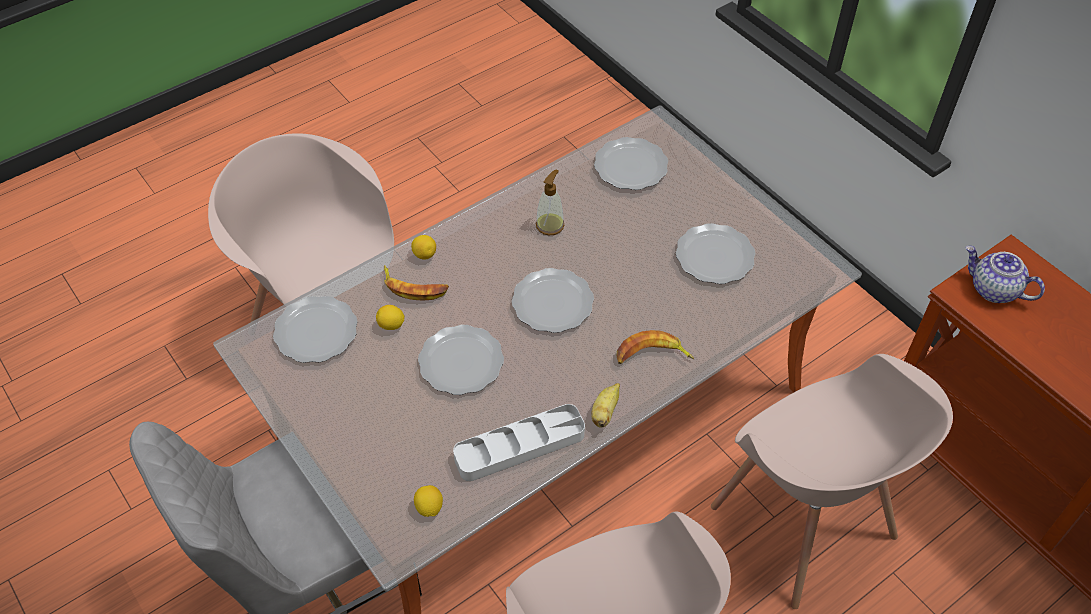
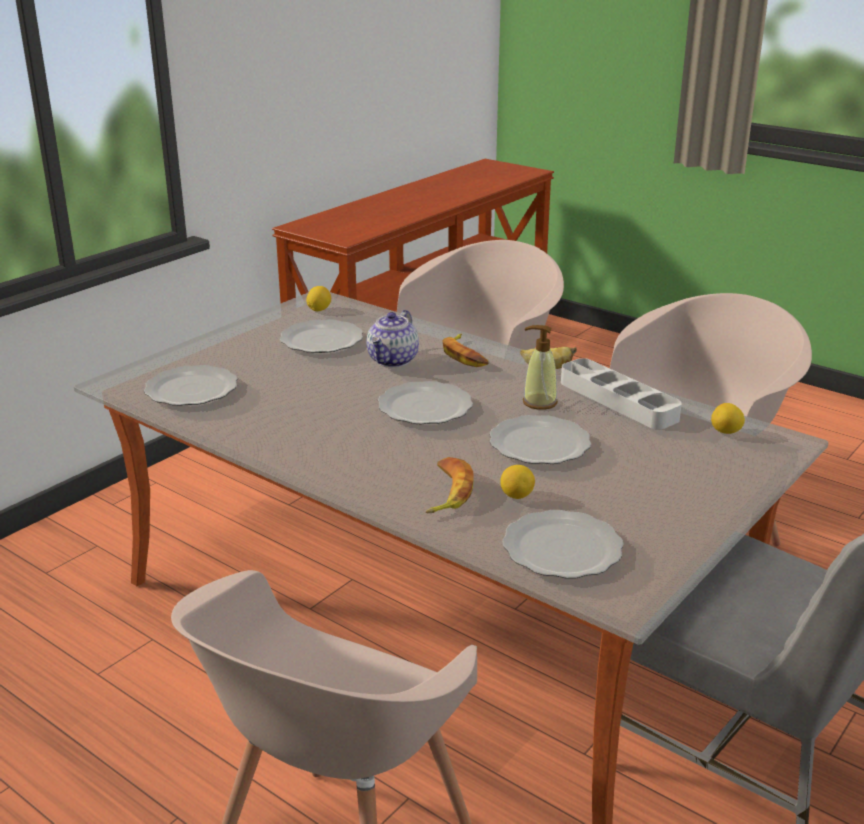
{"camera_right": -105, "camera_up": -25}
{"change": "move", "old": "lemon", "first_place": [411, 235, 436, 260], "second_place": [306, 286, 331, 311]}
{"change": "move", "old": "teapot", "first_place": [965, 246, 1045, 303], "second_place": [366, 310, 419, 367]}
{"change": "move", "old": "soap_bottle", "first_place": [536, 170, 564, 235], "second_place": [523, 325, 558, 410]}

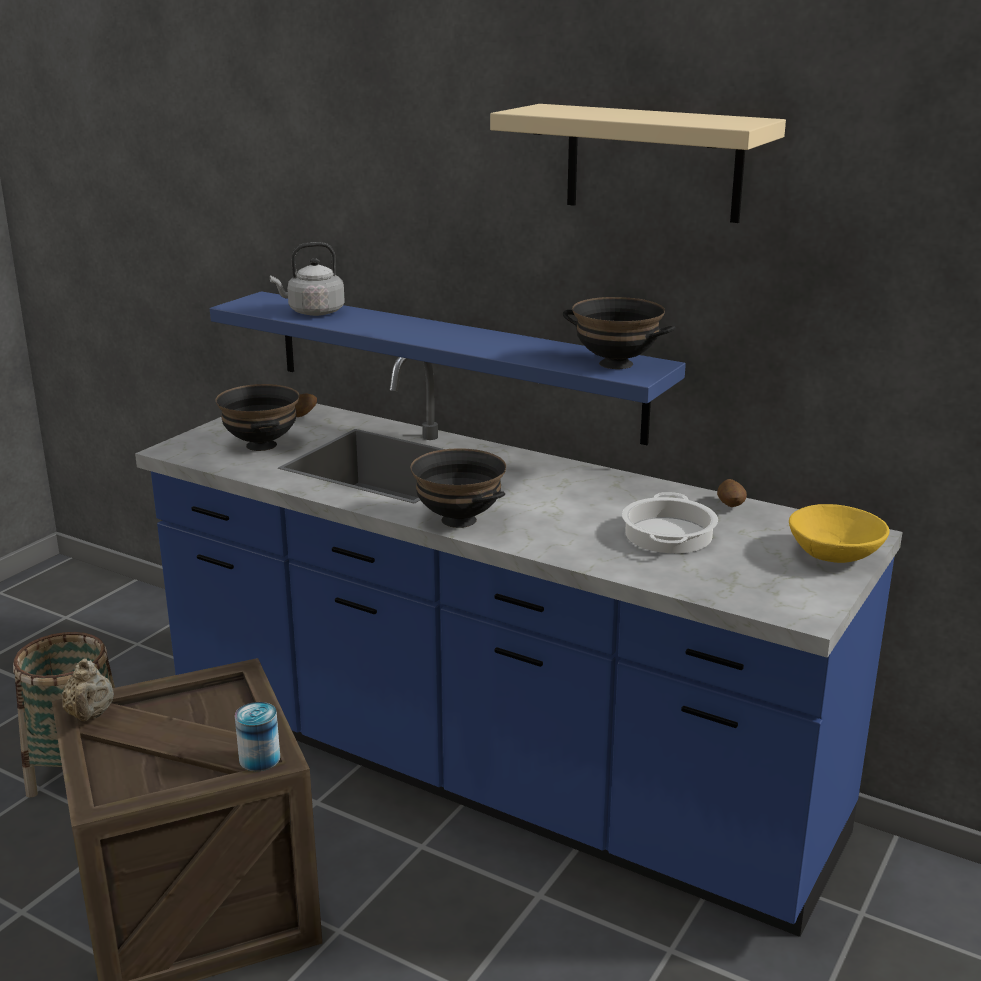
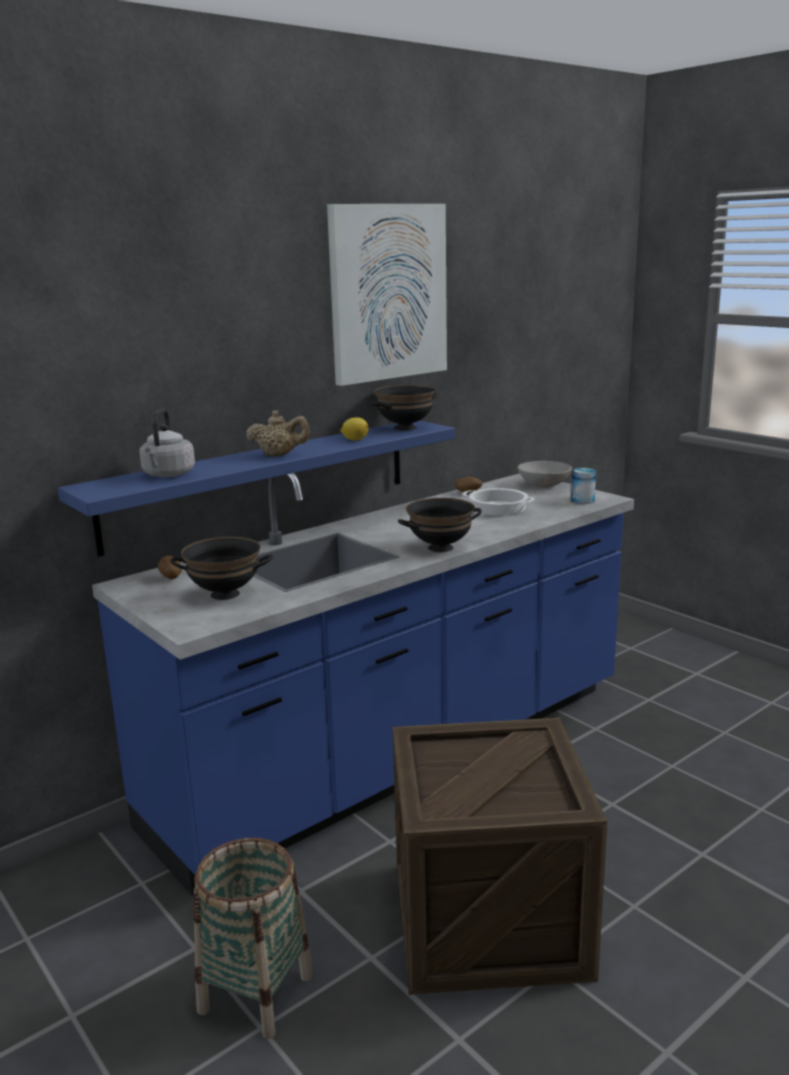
{"camera_right": -70, "camera_up": -5}
{"change": "move", "old": "beige-coloured_teapot", "first_place": [62, 658, 114, 721], "second_place": [246, 410, 310, 457]}
{"change": "replace", "old": "beige-coloured_wall_shelf", "new": "wall_picture", "first_place": [490, 104, 786, 223], "second_place": [327, 204, 447, 386]}
{"change": "insert", "new": "lemon", "second_place": [341, 417, 369, 440]}
{"change": "recolor", "old": "yellowish_deep_dish", "new": "gray_deep_dish", "first_place": [789, 504, 889, 563], "second_place": [517, 461, 572, 488]}
{"change": "move", "old": "can", "first_place": [235, 702, 280, 771], "second_place": [571, 468, 596, 504]}

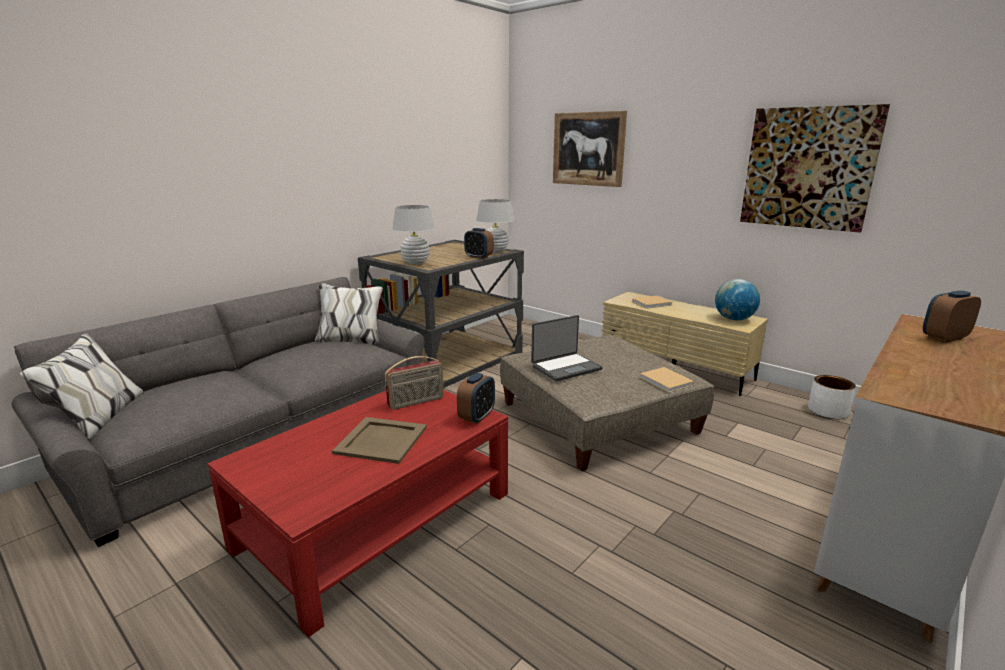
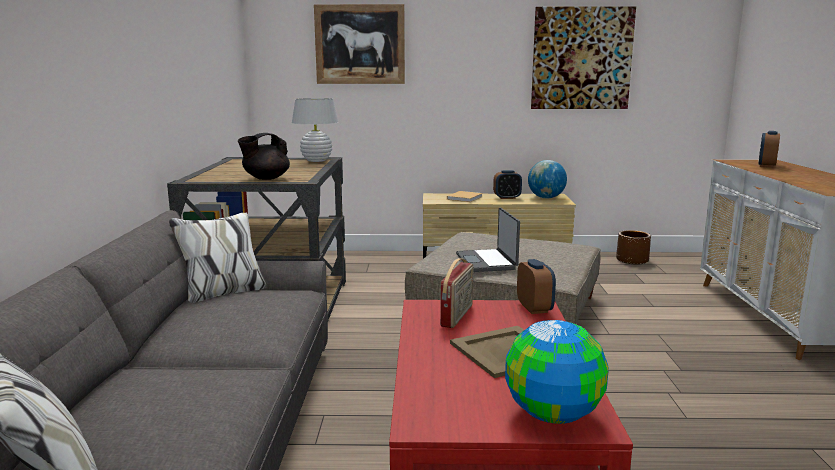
{"camera_right": -40, "camera_up": -5}
{"change": "replace", "old": "white-coloured_tabletop_lamp", "new": "blackish_teapot", "first_place": [392, 205, 435, 264], "second_place": [238, 133, 290, 180]}
{"change": "rotate", "old": "notebook_computer", "first_place": [531, 315, 603, 381], "second_place": [456, 207, 520, 272], "degrees": 150}
{"change": "move", "old": "alarm_clock", "first_place": [464, 228, 493, 259], "second_place": [493, 170, 522, 199]}
{"change": "insert", "new": "globe", "second_place": [505, 320, 609, 424]}
{"change": "recolor", "old": "white-coloured_flower_pot", "new": "brownish_flower_pot", "first_place": [808, 375, 856, 419], "second_place": [616, 230, 651, 265]}
{"change": "delete", "old": "beige-coloured_volume", "first_place": [640, 367, 694, 393]}

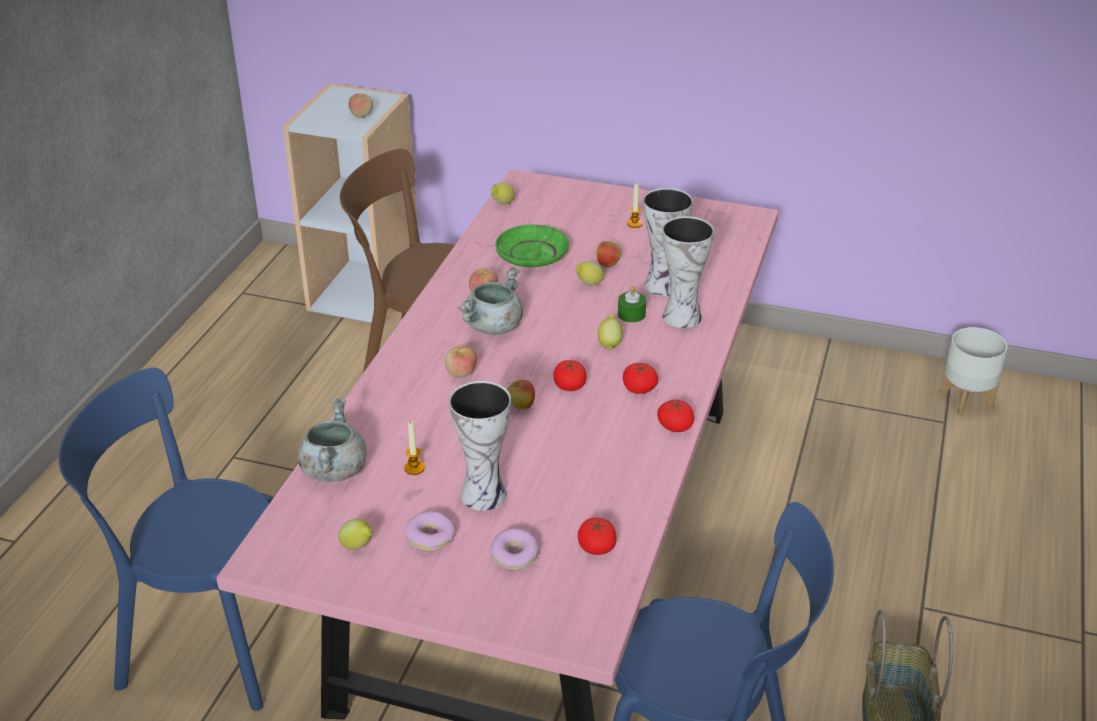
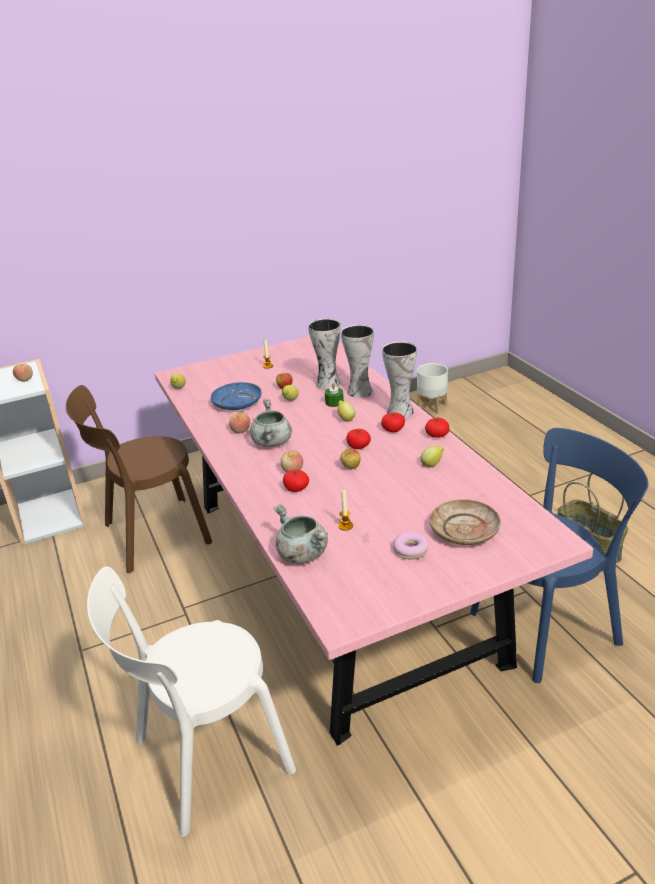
{"camera_right": -40, "camera_up": -5}
{"change": "recolor", "old": "blue-coloured_plain_chair", "new": "white-coloured_plain_chair", "first_place": [59, 368, 274, 711], "second_place": [87, 566, 296, 837]}
{"change": "recolor", "old": "green_dinner_plate", "new": "blue-coloured_dinner_plate", "first_place": [495, 225, 569, 267], "second_place": [211, 382, 262, 410]}
{"change": "move", "old": "tomato", "first_place": [578, 517, 617, 555], "second_place": [283, 469, 309, 492]}
{"change": "move", "old": "flower_vase", "first_place": [449, 381, 511, 511], "second_place": [382, 342, 417, 418]}
{"change": "move", "old": "lemon", "first_place": [338, 519, 373, 550], "second_place": [420, 446, 444, 467]}
{"change": "replace", "old": "ring_doughnut", "new": "beige-coloured_dinner_plate", "first_place": [491, 528, 539, 570], "second_place": [430, 499, 501, 545]}

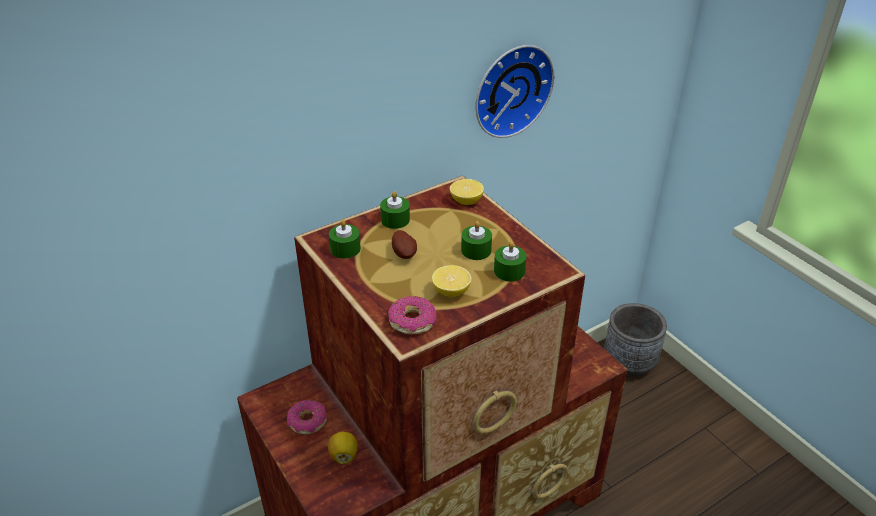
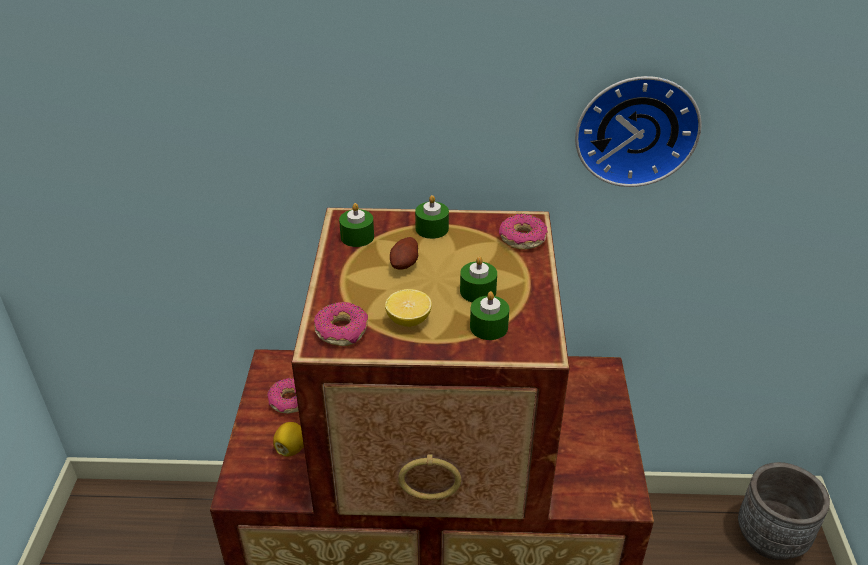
{"camera_right": 35, "camera_up": 0}
{"change": "replace", "old": "lemon", "new": "ring_doughnut", "first_place": [450, 179, 484, 205], "second_place": [499, 214, 548, 250]}

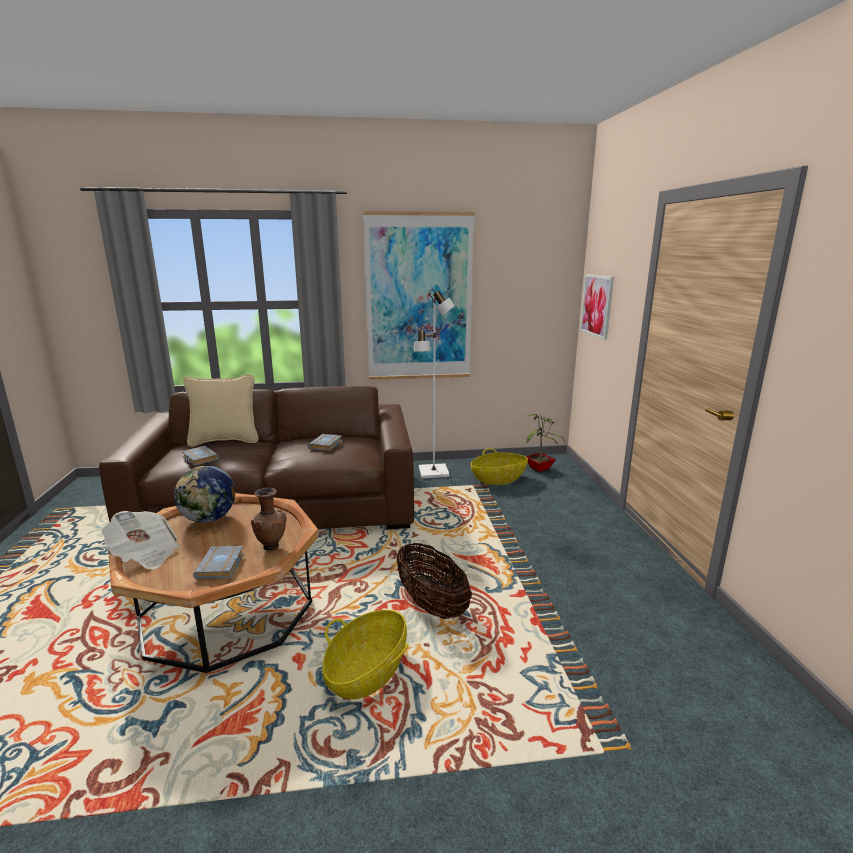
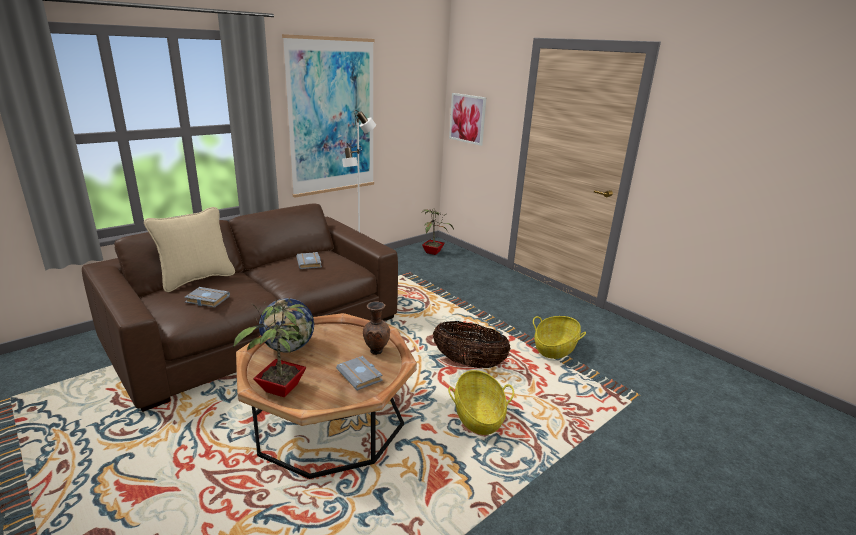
{"camera_right": -35, "camera_up": 5}
{"change": "replace", "old": "newspaper", "new": "potted_plant", "first_place": [102, 511, 180, 570], "second_place": [233, 298, 306, 397]}
{"change": "move", "old": "storage_basket", "first_place": [471, 448, 528, 485], "second_place": [533, 316, 586, 359]}

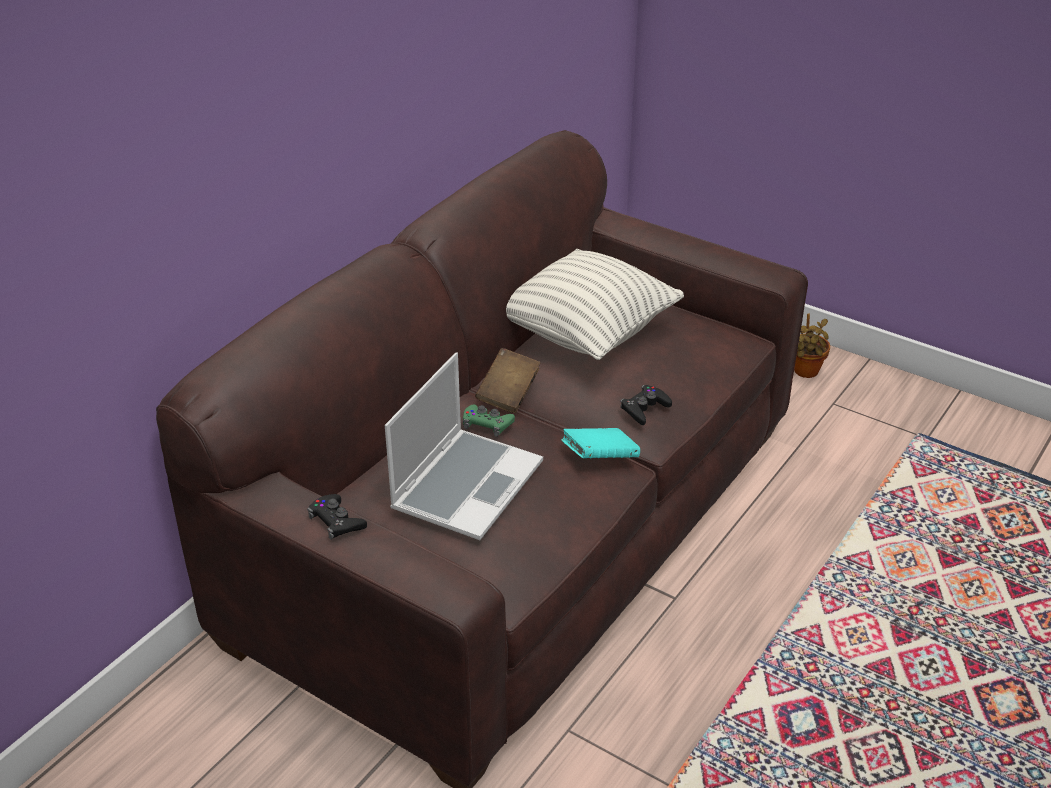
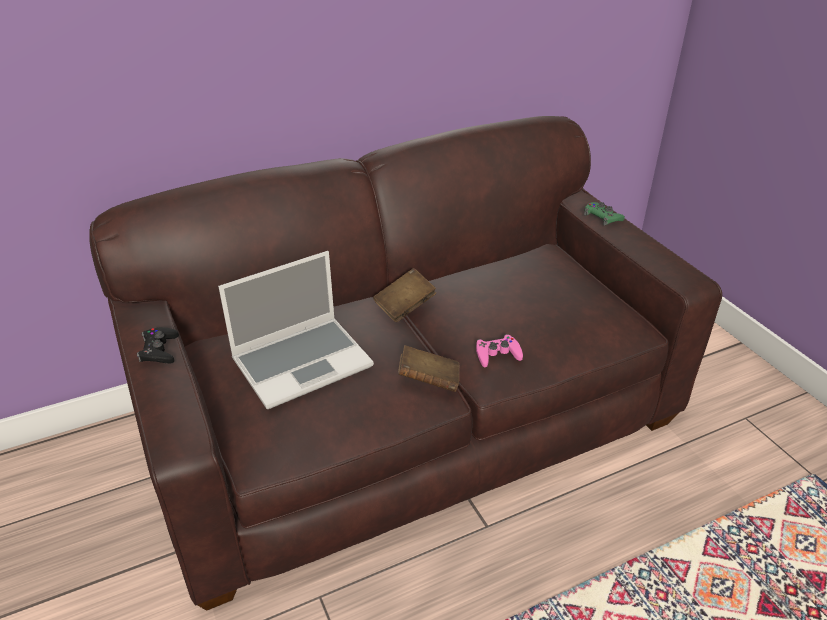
{"camera_right": 30, "camera_up": 0}
{"change": "recolor", "old": "turquoise_volume", "new": "brownish_volume", "first_place": [561, 428, 640, 458], "second_place": [398, 345, 459, 392]}
{"change": "recolor", "old": "blackish_gamepad", "new": "pinkish_gamepad", "first_place": [621, 385, 672, 425], "second_place": [476, 334, 523, 367]}
{"change": "move", "old": "green_gamepad", "first_place": [463, 405, 515, 437], "second_place": [584, 202, 625, 226]}
{"change": "delete", "old": "pillow", "first_place": [506, 249, 684, 360]}
{"change": "delete", "old": "potted_plant", "first_place": [794, 313, 830, 378]}

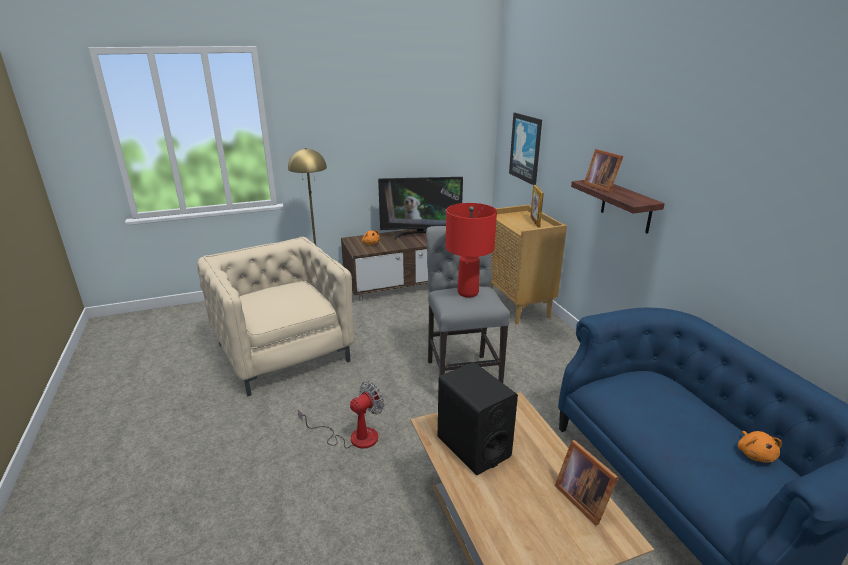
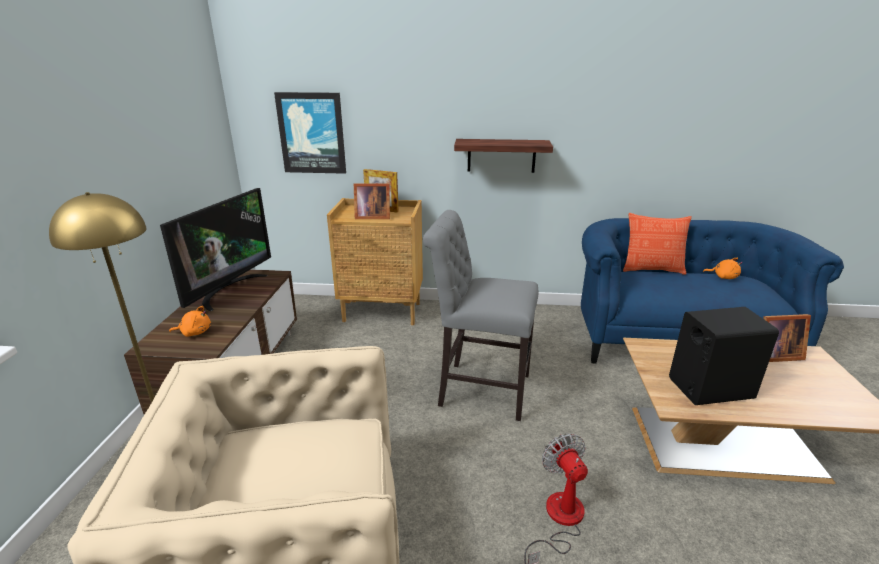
{"camera_right": -65, "camera_up": 0}
{"change": "move", "old": "photo_frame", "first_place": [584, 149, 623, 193], "second_place": [354, 183, 390, 219]}
{"change": "insert", "new": "orange_pillow", "second_place": [623, 213, 692, 275]}
{"change": "delete", "old": "red-coloured_tabletop_lamp", "first_place": [446, 203, 497, 297]}

